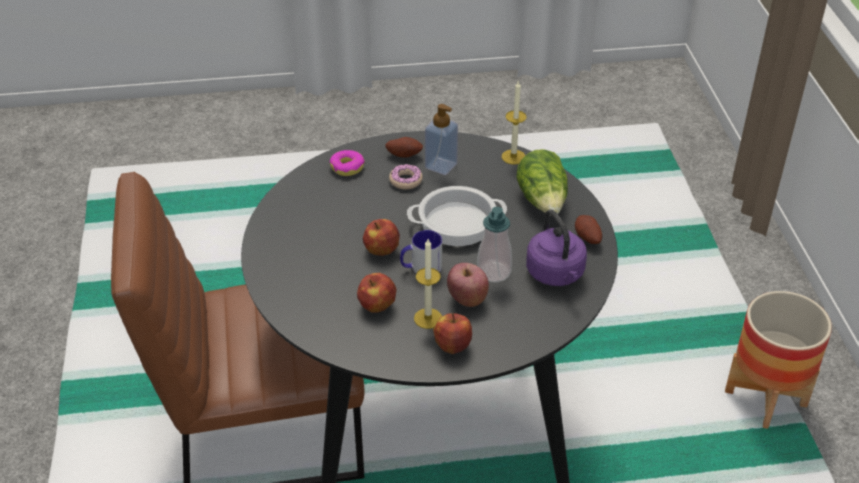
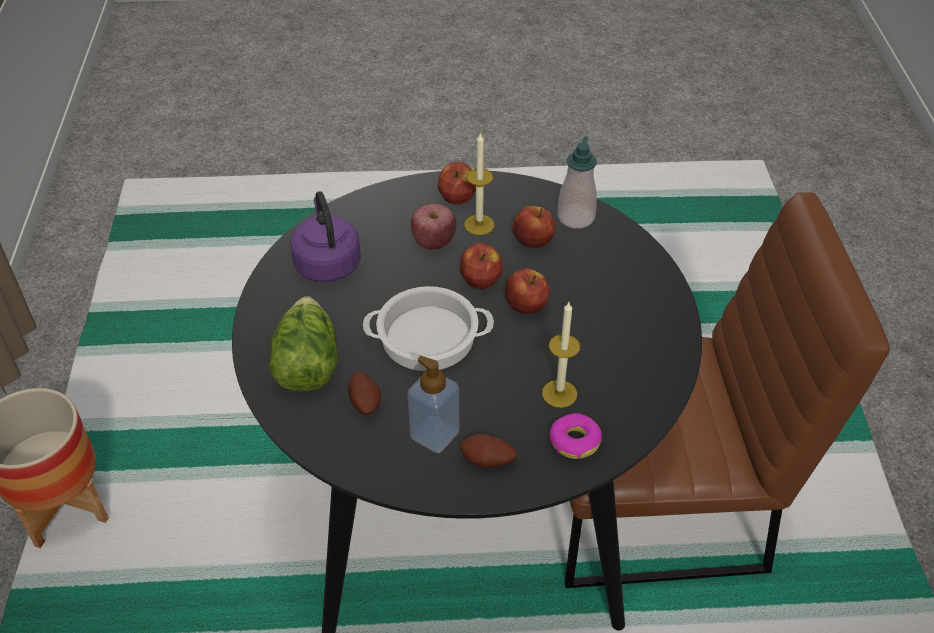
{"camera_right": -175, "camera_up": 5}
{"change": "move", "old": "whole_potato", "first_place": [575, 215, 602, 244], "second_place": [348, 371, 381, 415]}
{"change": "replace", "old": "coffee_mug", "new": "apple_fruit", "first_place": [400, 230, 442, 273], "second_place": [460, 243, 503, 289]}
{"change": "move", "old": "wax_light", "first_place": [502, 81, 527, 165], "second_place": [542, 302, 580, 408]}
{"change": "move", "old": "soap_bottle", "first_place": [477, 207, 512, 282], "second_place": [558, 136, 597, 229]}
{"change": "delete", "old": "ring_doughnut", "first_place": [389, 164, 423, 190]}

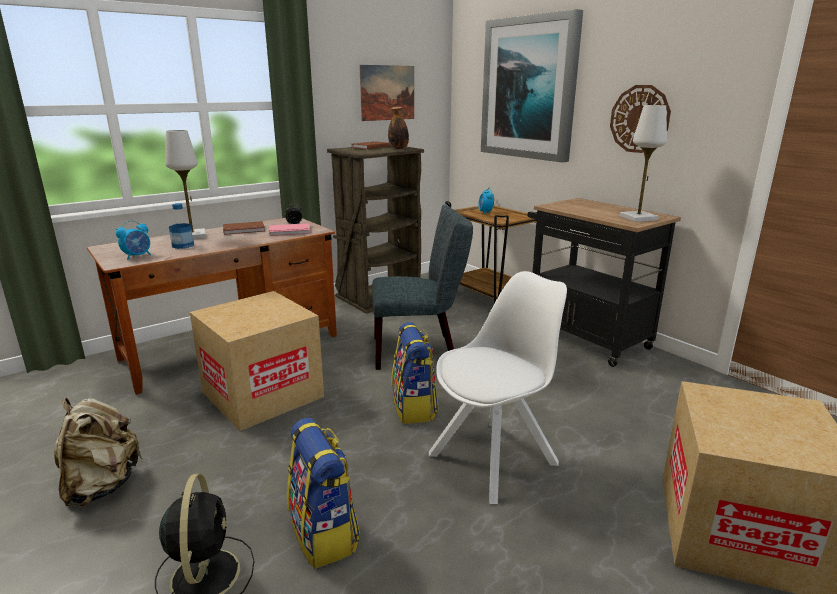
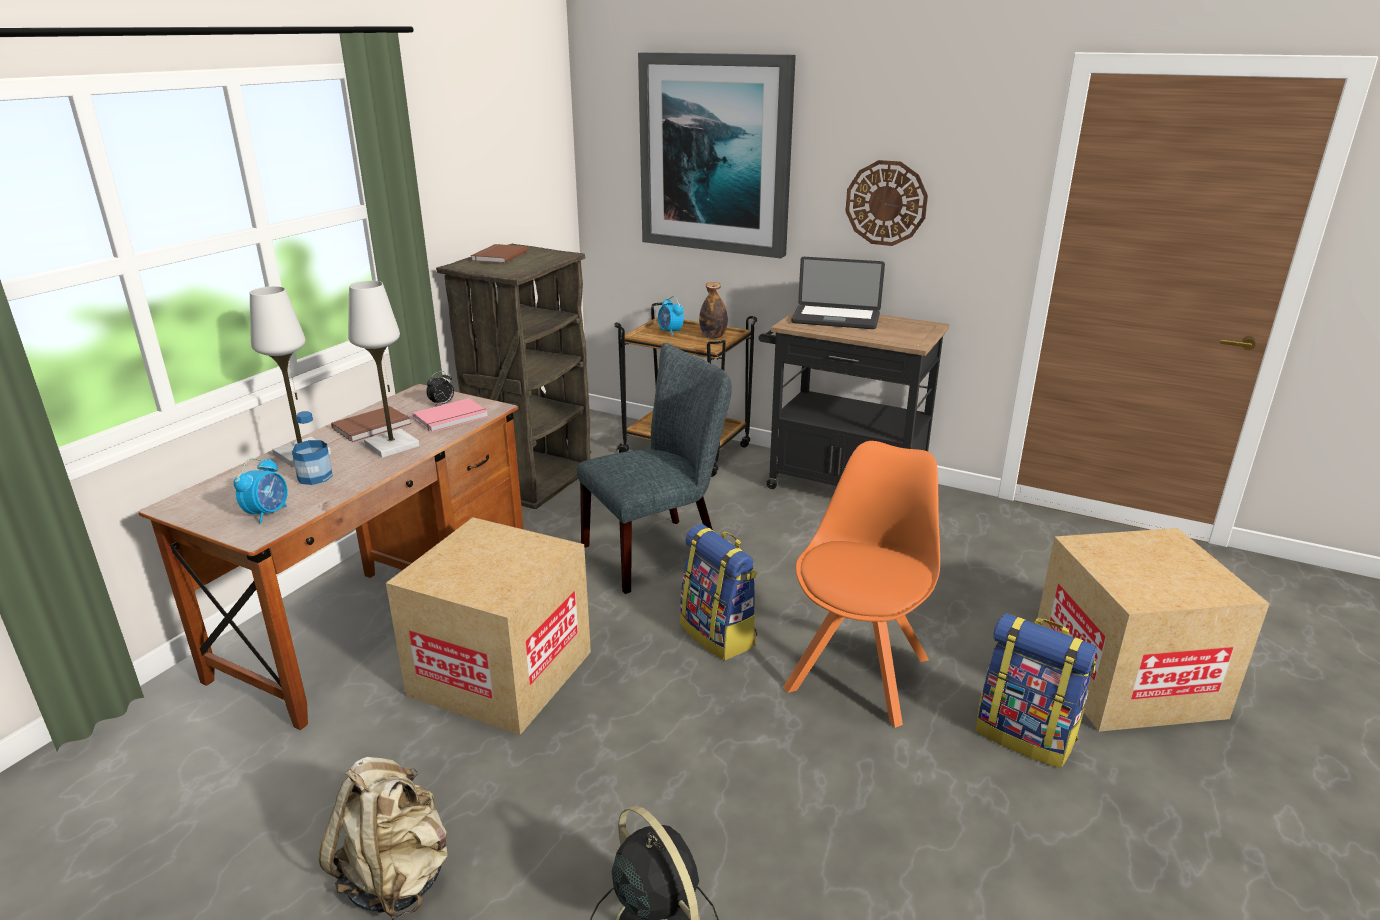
{"camera_right": -25, "camera_up": 5}
{"change": "move", "old": "white-coloured_tabletop_lamp", "first_place": [620, 105, 667, 222], "second_place": [348, 281, 420, 458]}
{"change": "move", "old": "drink_bottle", "first_place": [388, 107, 409, 150], "second_place": [699, 282, 728, 338]}
{"change": "recolor", "old": "white-coloured_plain_chair", "new": "orange_plain_chair", "first_place": [429, 271, 567, 504], "second_place": [783, 441, 940, 728]}
{"change": "insert", "new": "notebook_computer", "second_place": [791, 257, 885, 329]}
{"change": "move", "old": "backpack", "first_place": [287, 418, 360, 569], "second_place": [976, 613, 1097, 768]}
{"change": "delete", "old": "wall_picture", "first_place": [359, 65, 414, 121]}

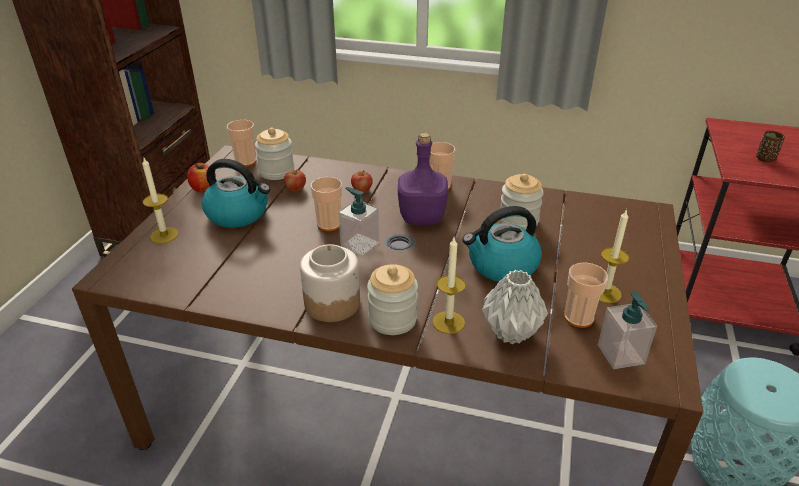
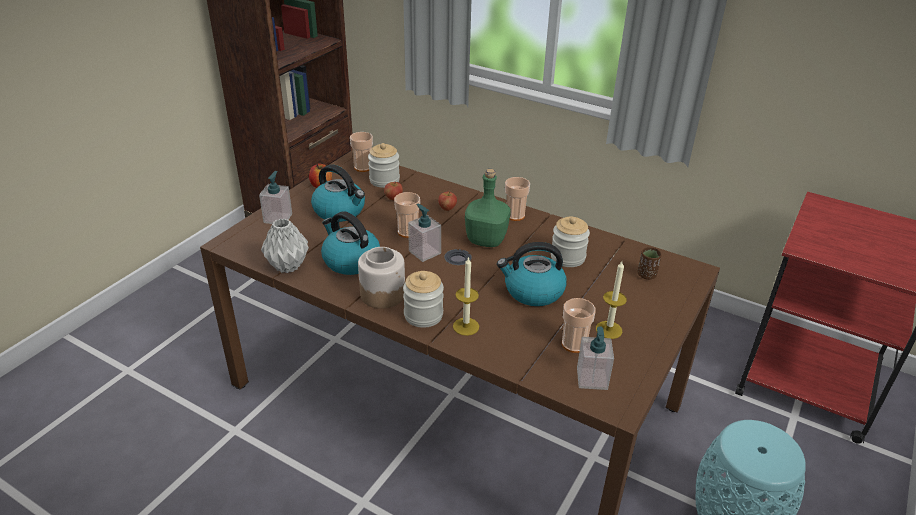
{"camera_right": 15, "camera_up": 0}
{"change": "replace", "old": "wax_light", "new": "soap_bottle", "first_place": [142, 158, 179, 243], "second_place": [259, 171, 292, 224]}
{"change": "move", "old": "gray_flower_vase", "first_place": [482, 270, 548, 344], "second_place": [261, 218, 309, 273]}
{"change": "insert", "new": "tea_kettle", "second_place": [321, 211, 380, 275]}
{"change": "recolor", "old": "purple-coloured_drink_bottle", "new": "green_drink_bottle", "first_place": [398, 133, 448, 225], "second_place": [465, 169, 511, 247]}
{"change": "move", "old": "brownish_small_cup", "first_place": [756, 131, 785, 162], "second_place": [637, 247, 662, 280]}

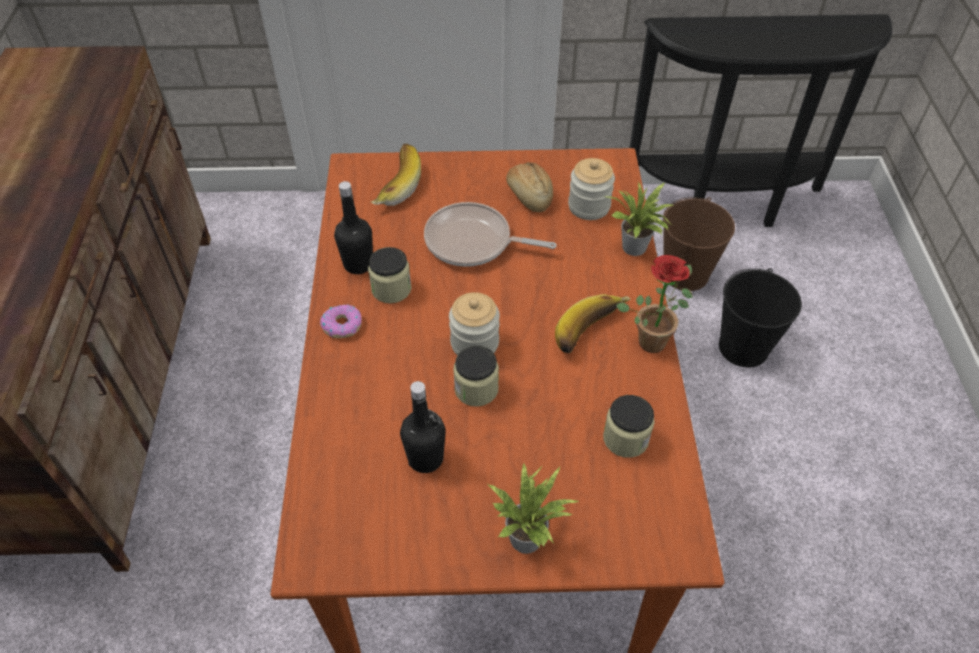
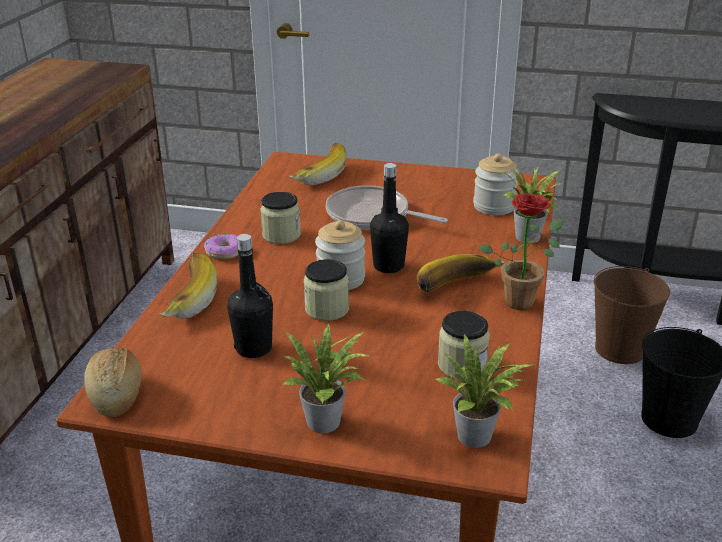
{"camera_right": 15, "camera_up": -20}
{"change": "move", "old": "bread", "first_place": [506, 162, 553, 212], "second_place": [84, 347, 142, 417]}
{"change": "insert", "new": "banana_fruit", "second_place": [159, 253, 218, 319]}
{"change": "move", "old": "blackish_drink_bottle", "first_place": [334, 181, 373, 274], "second_place": [370, 163, 409, 273]}
{"change": "insert", "new": "potted_plant", "second_place": [436, 333, 535, 448]}

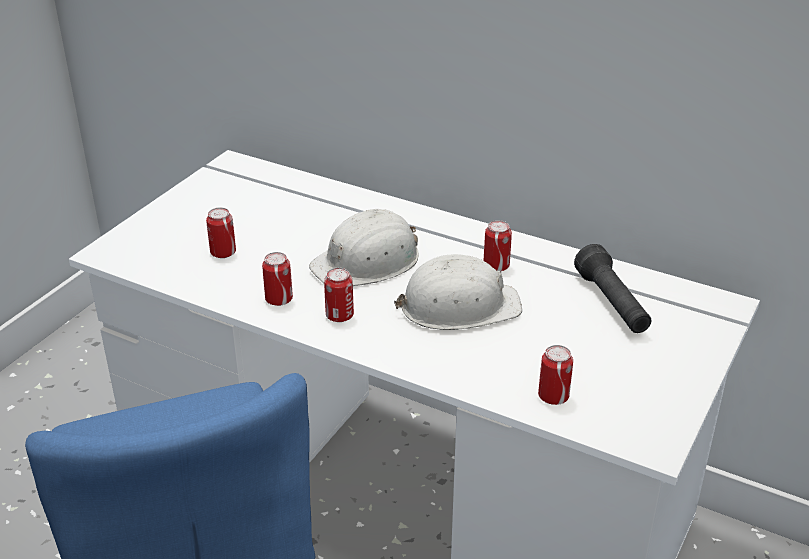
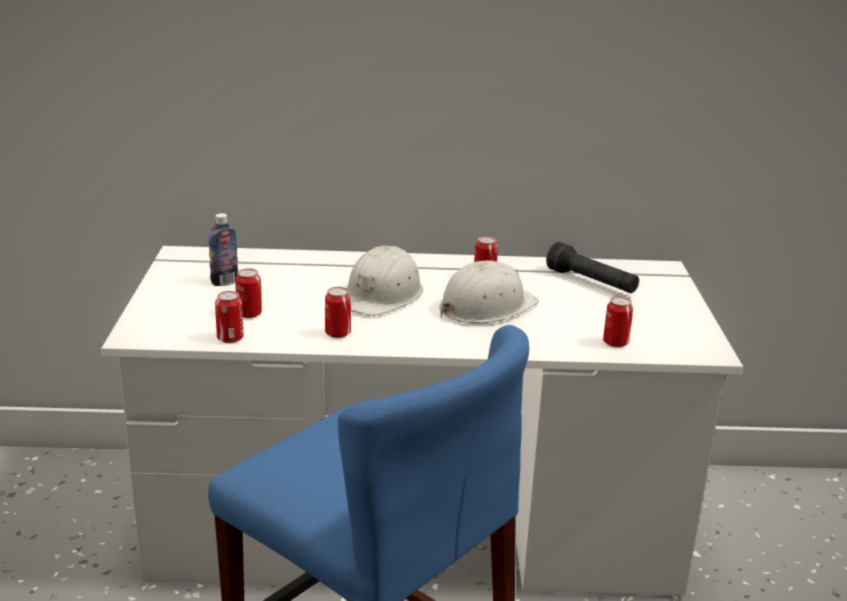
{"camera_right": -30, "camera_up": -10}
{"change": "insert", "new": "drink_bottle", "second_place": [208, 213, 238, 286]}
{"change": "move", "old": "can", "first_place": [324, 268, 354, 322], "second_place": [215, 291, 244, 343]}

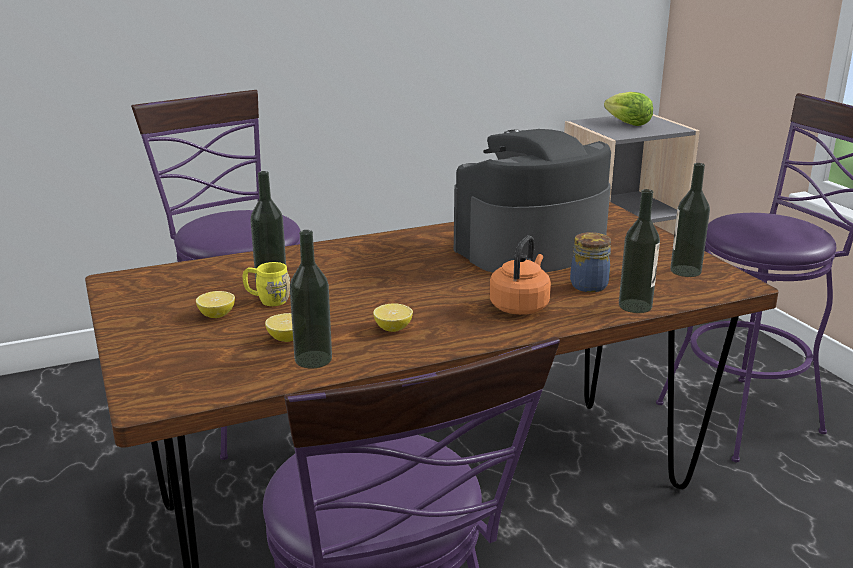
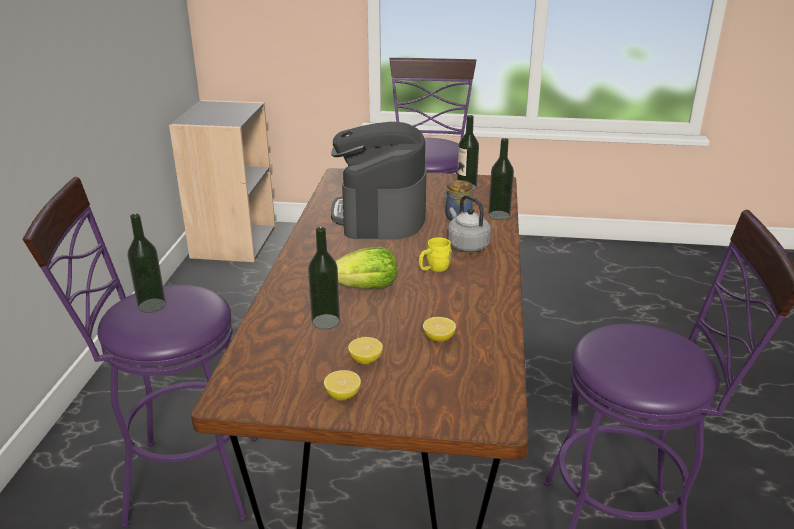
{"camera_right": -60, "camera_up": 5}
{"change": "move", "old": "drink_bottle", "first_place": [290, 230, 332, 368], "second_place": [128, 214, 166, 313]}
{"change": "move", "old": "lemon", "first_place": [373, 303, 413, 332], "second_place": [324, 370, 361, 401]}
{"change": "move", "old": "lettuce", "first_place": [604, 92, 653, 126], "second_place": [336, 247, 397, 289]}
{"change": "move", "old": "yellowish_coffee_mug", "first_place": [243, 262, 290, 306], "second_place": [419, 237, 452, 272]}
{"change": "recolor", "old": "orange_tea_kettle", "new": "gray_tea_kettle", "first_place": [489, 236, 551, 315], "second_place": [447, 195, 491, 252]}

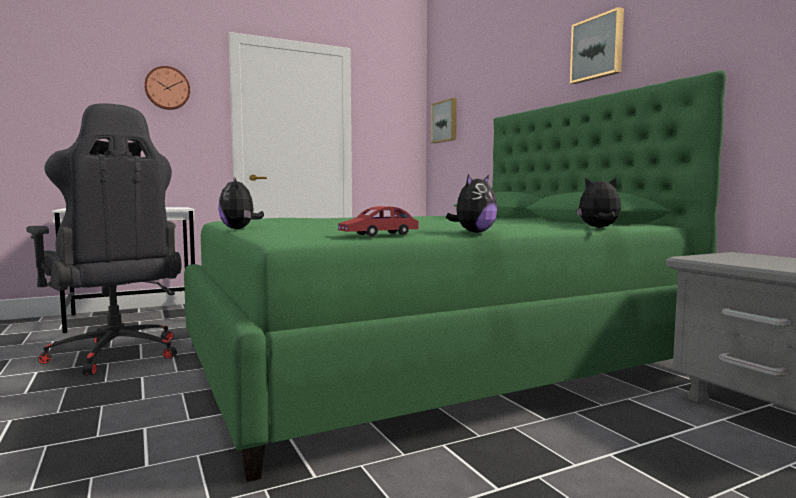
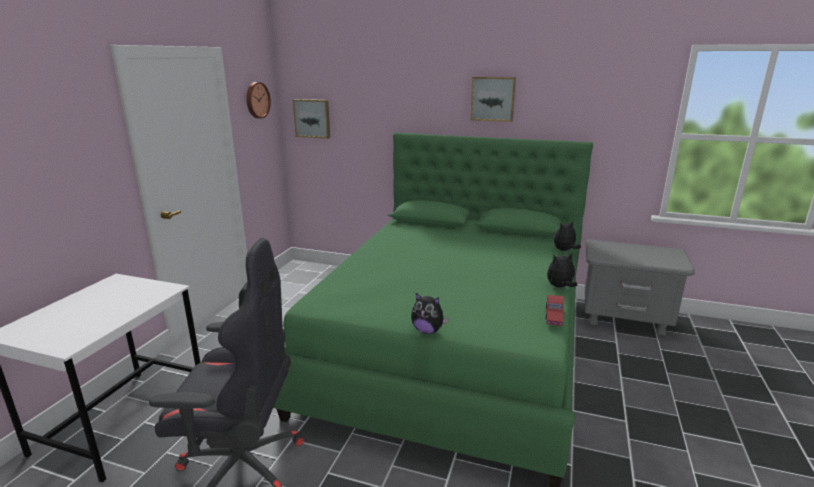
{"camera_right": -45, "camera_up": 15}
{"change": "move", "old": "clock_on_the_wall", "first_place": [144, 66, 190, 110], "second_place": [246, 82, 271, 119]}
{"change": "rotate", "old": "plush_toy", "first_place": [446, 174, 498, 233], "second_place": [547, 253, 577, 287], "degrees": -105}

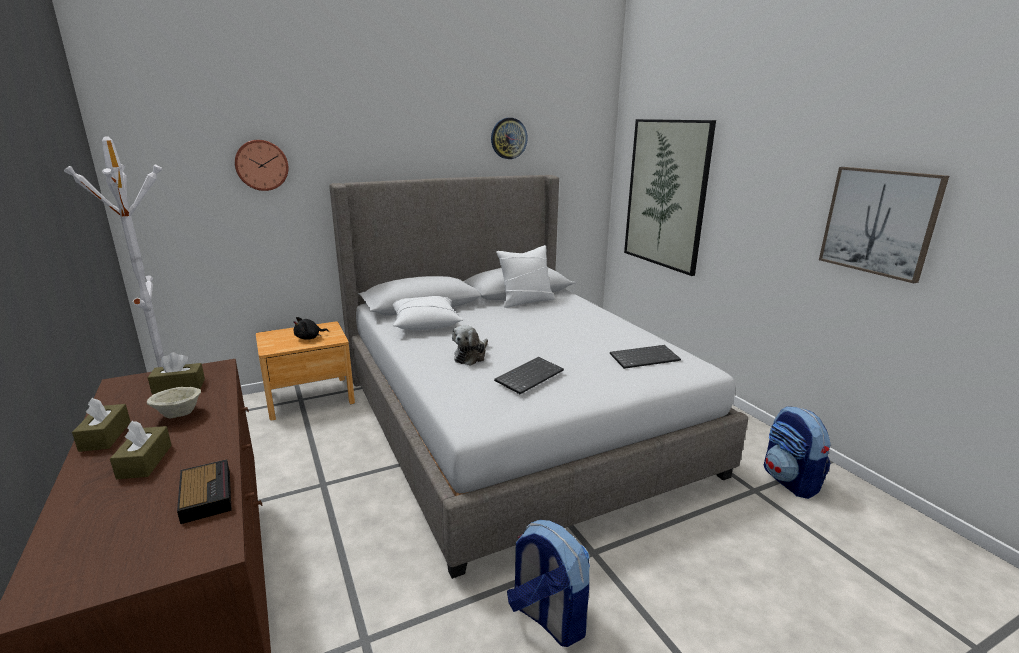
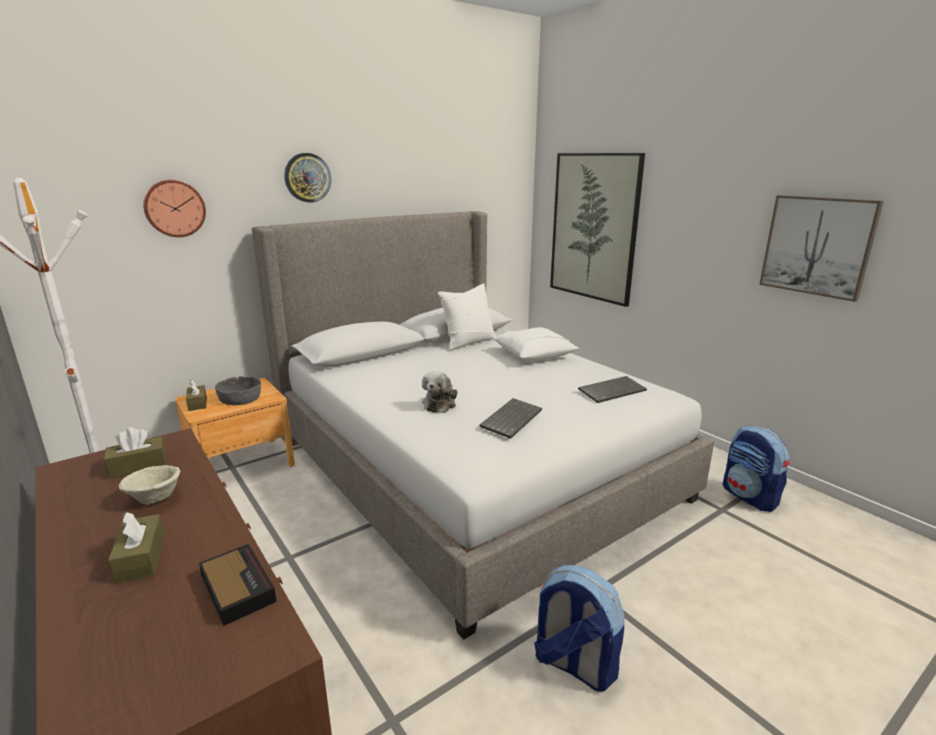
{"camera_right": -10, "camera_up": 0}
{"change": "move", "old": "brownish_tissue_holder", "first_place": [72, 398, 131, 452], "second_place": [186, 380, 207, 411]}
{"change": "replace", "old": "blackish_plush_toy", "new": "gray_deep_dish", "first_place": [294, 317, 329, 340], "second_place": [215, 376, 261, 405]}
{"change": "move", "old": "clock_on_the_wall", "first_place": [491, 118, 528, 159], "second_place": [284, 153, 331, 203]}
{"change": "move", "old": "white-coloured_pillow", "first_place": [393, 296, 463, 330], "second_place": [493, 327, 579, 361]}

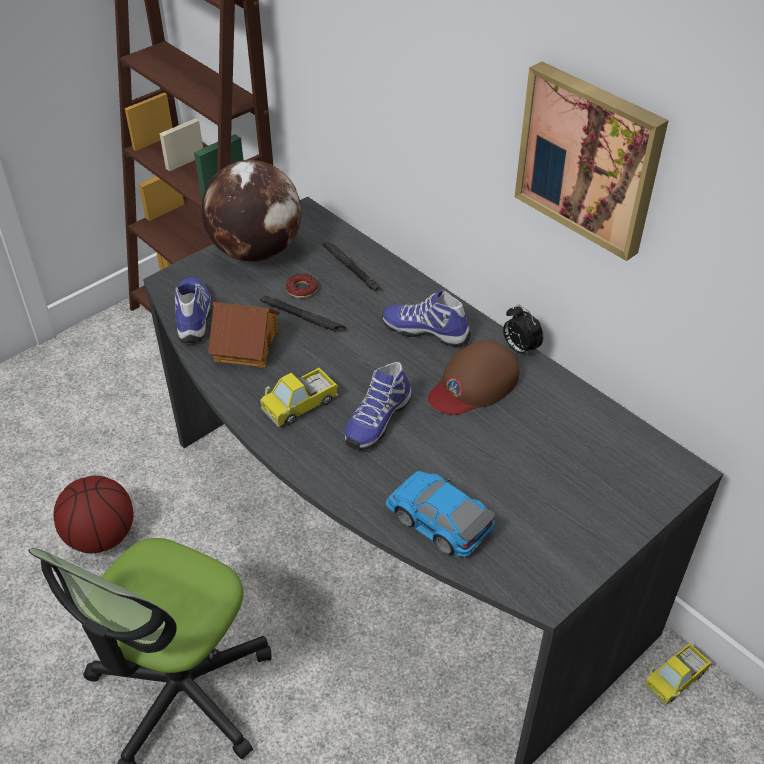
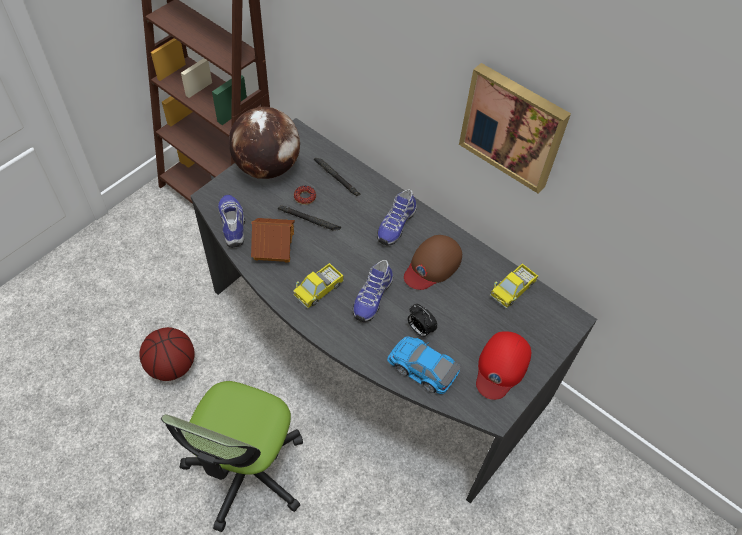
{"camera_right": -10, "camera_up": 10}
{"change": "rotate", "old": "item_of_footwear", "first_place": [382, 290, 471, 347], "second_place": [377, 189, 417, 246], "degrees": -75}
{"change": "move", "old": "alarm_clock", "first_place": [503, 304, 543, 358], "second_place": [408, 304, 438, 337]}
{"change": "insert", "new": "red-coloured_peaked_cap", "second_place": [476, 331, 531, 400]}
{"change": "move", "old": "toy_truck", "first_place": [644, 643, 712, 706], "second_place": [490, 263, 539, 309]}

